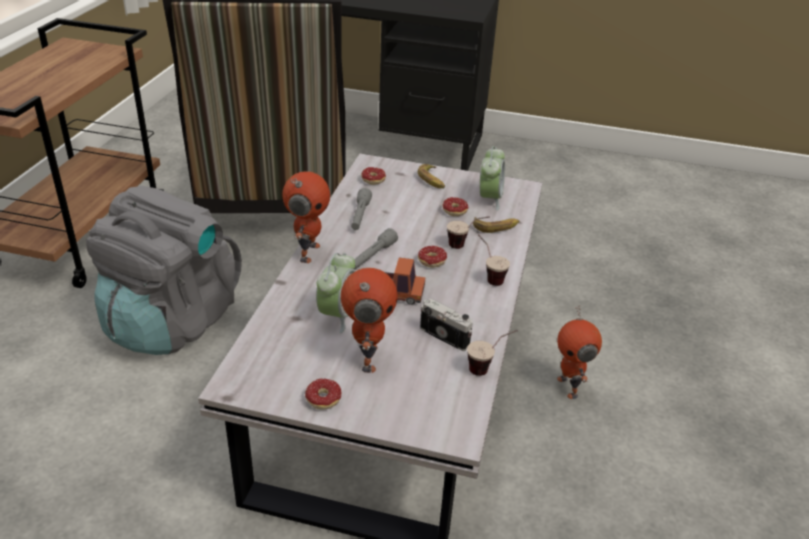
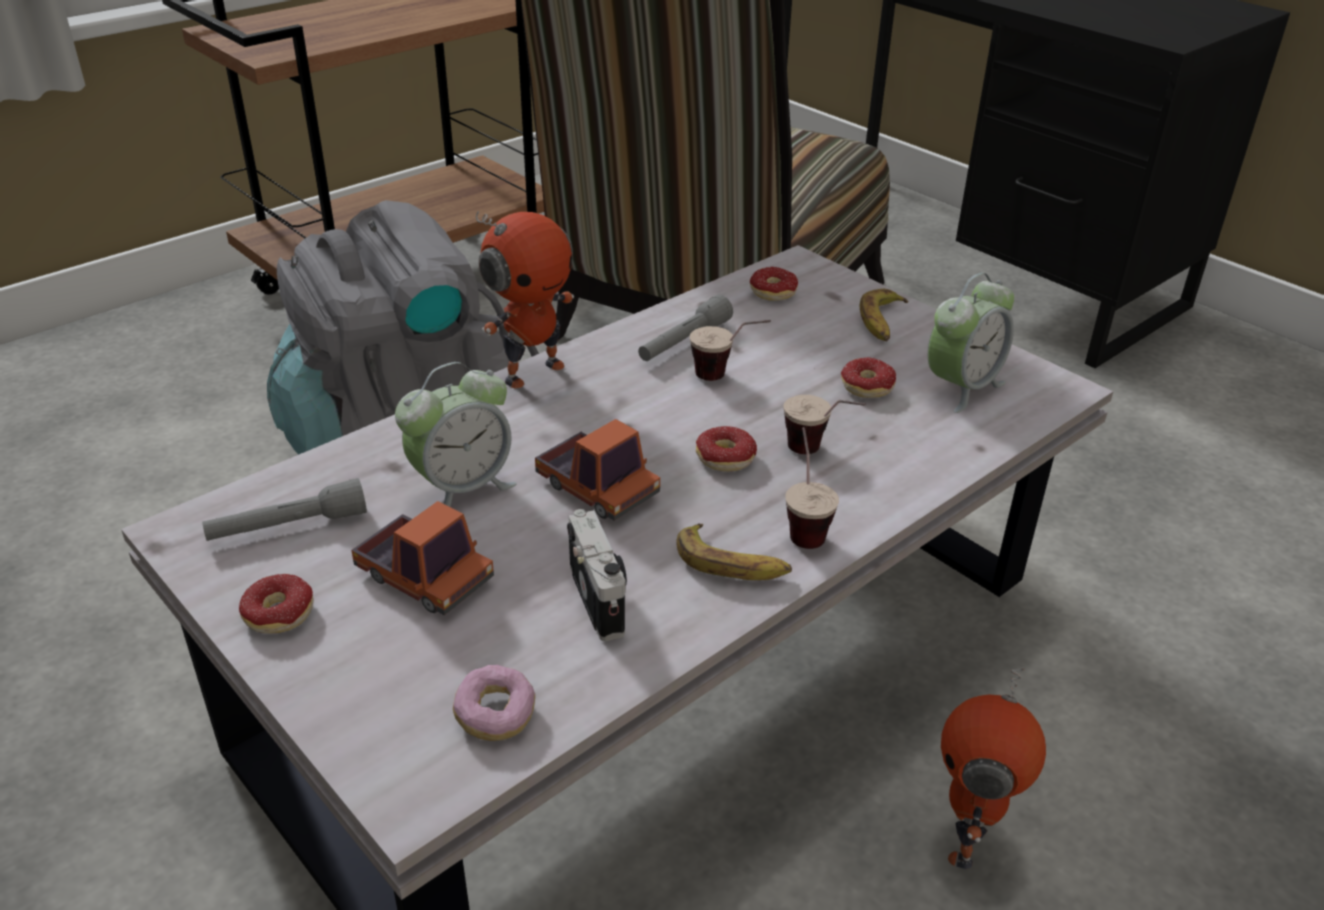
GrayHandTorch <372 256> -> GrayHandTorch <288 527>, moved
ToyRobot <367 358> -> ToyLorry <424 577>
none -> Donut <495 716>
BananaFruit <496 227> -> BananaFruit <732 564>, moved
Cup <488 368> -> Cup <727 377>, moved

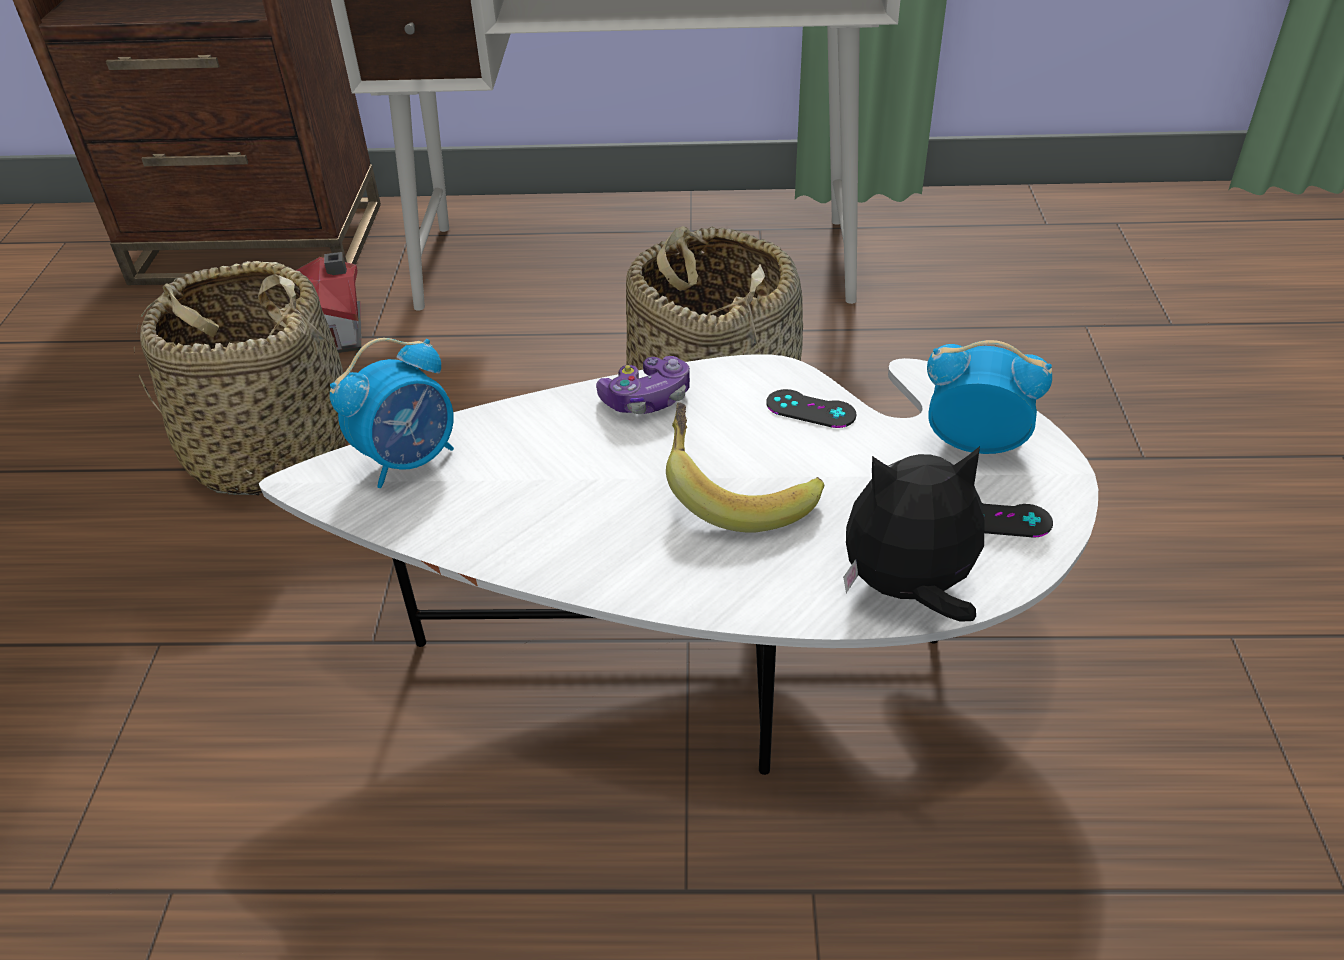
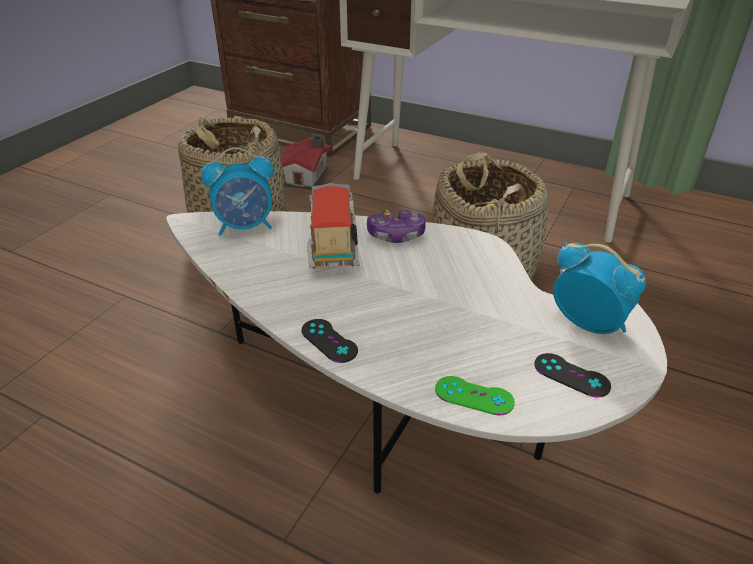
BlackColouredGameController <810 409> -> BlackColouredGameController <329 341>, moved
none -> ToyLorry <334 248>
CuddlyToy <909 590> -> GreenishGameController <474 396>
BananaFruit <737 492> -> none

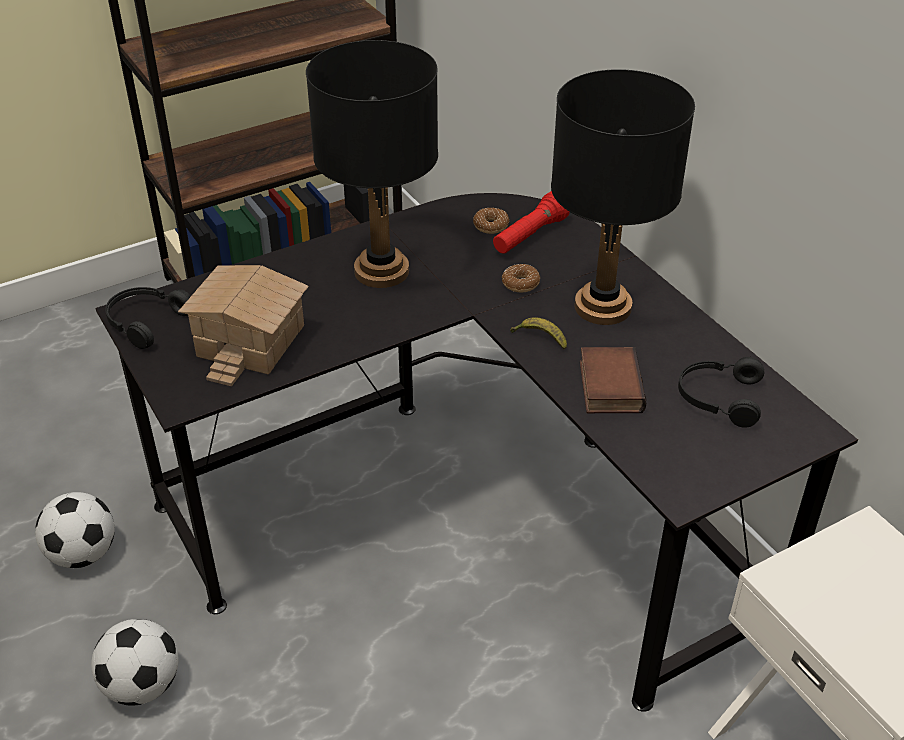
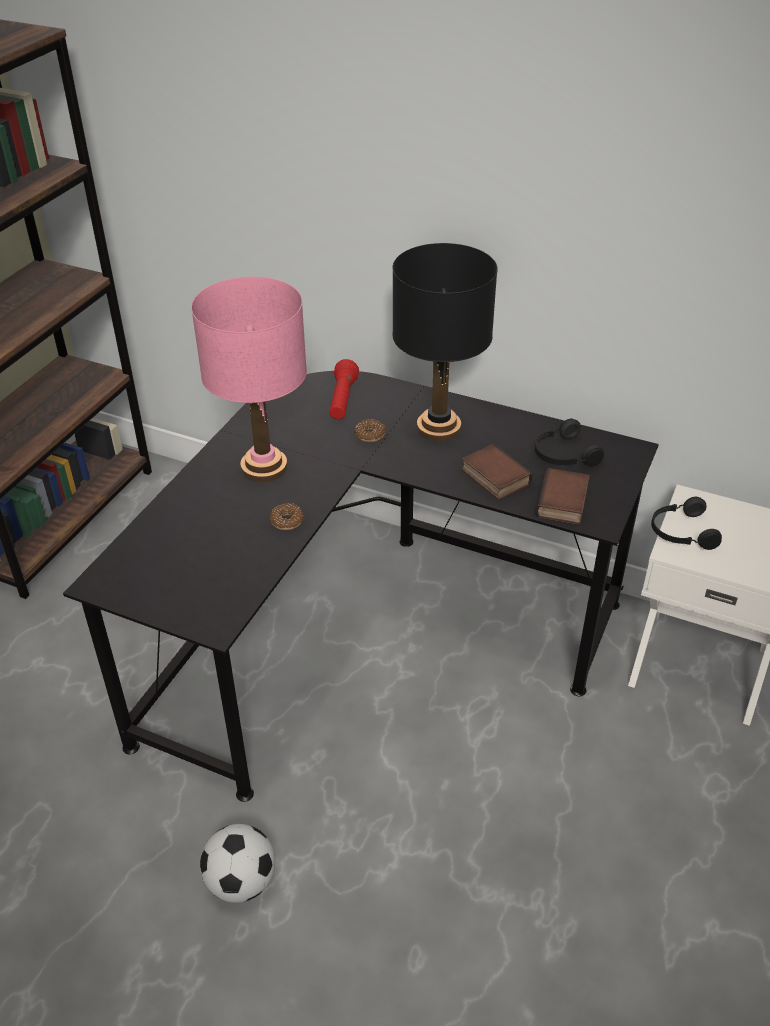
BlackColouredTableLamp <381 271> -> PinkColouredTableLamp <264 467>
Donut <491 226> -> Donut <287 521>, moved
none -> Book <564 502>
BlackColouredHeadphones <145 322> -> BlackColouredHeadphones <681 532>, moved
BallForFootball <83 554> -> none
MiniatureHouse <253 341> -> none
BananaFruit <540 338> -> none

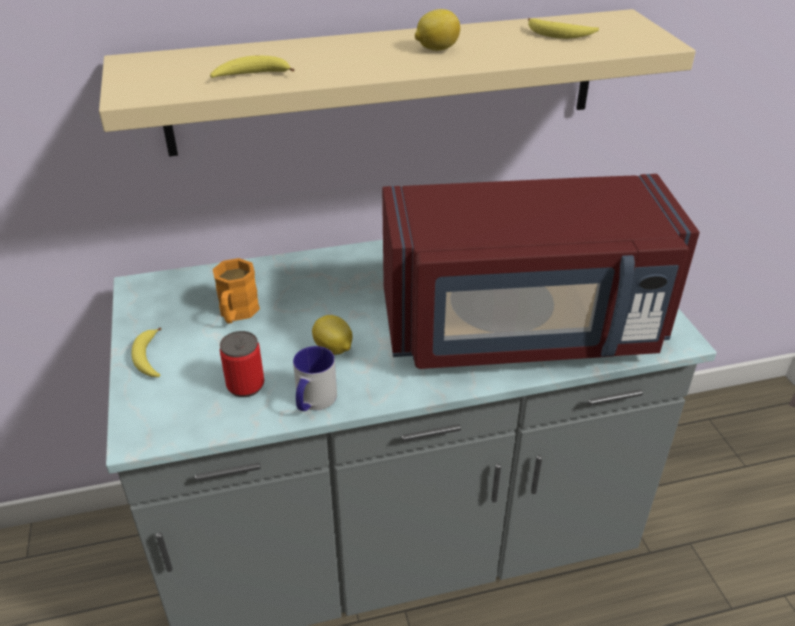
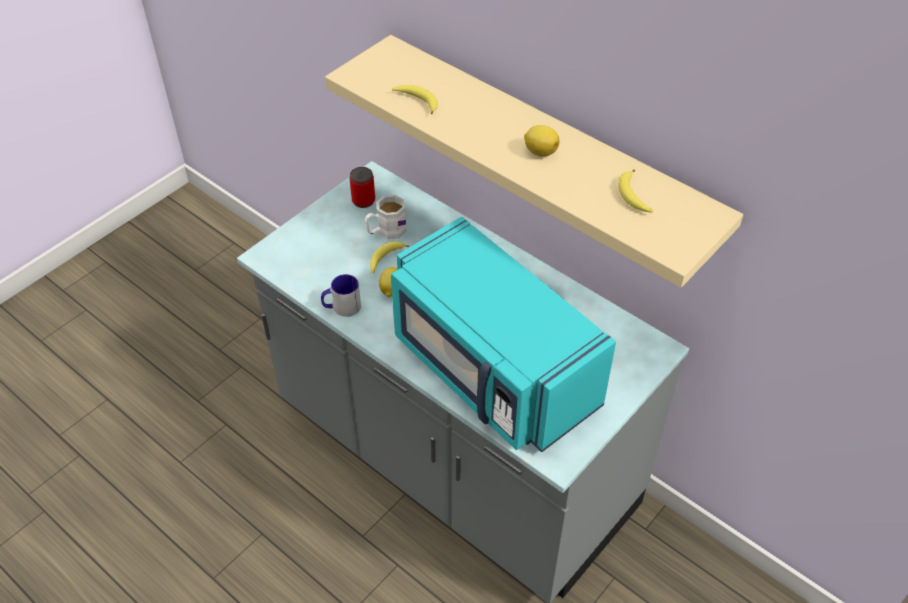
SealedCan <245 385> -> SealedCan <363 200>, moved
OrangeColouredMug <237 313> -> WhitishMug <386 231>
BananaFruit <149 359> -> BananaFruit <385 259>, moved
RedColouredMicrowaveOven <523 329> -> BlueGreenMicrowaveOven <491 371>

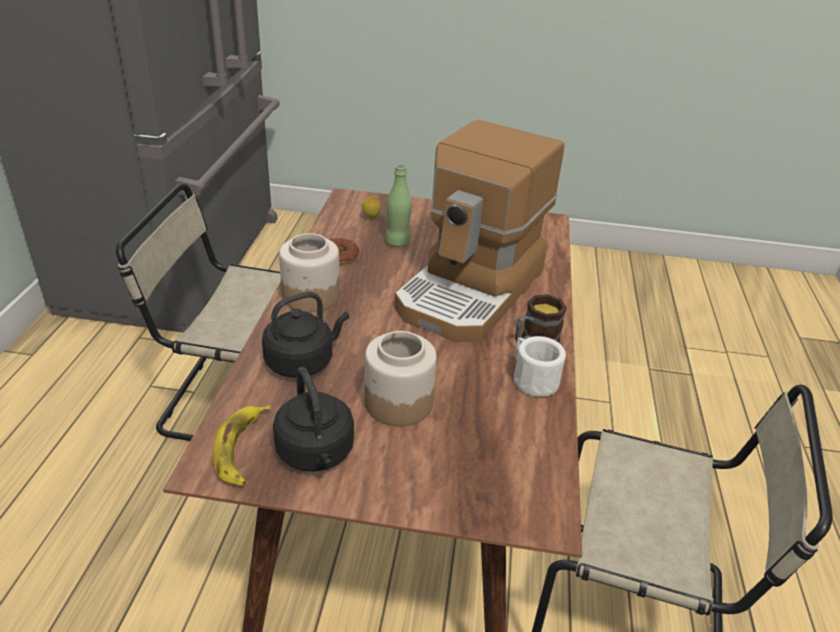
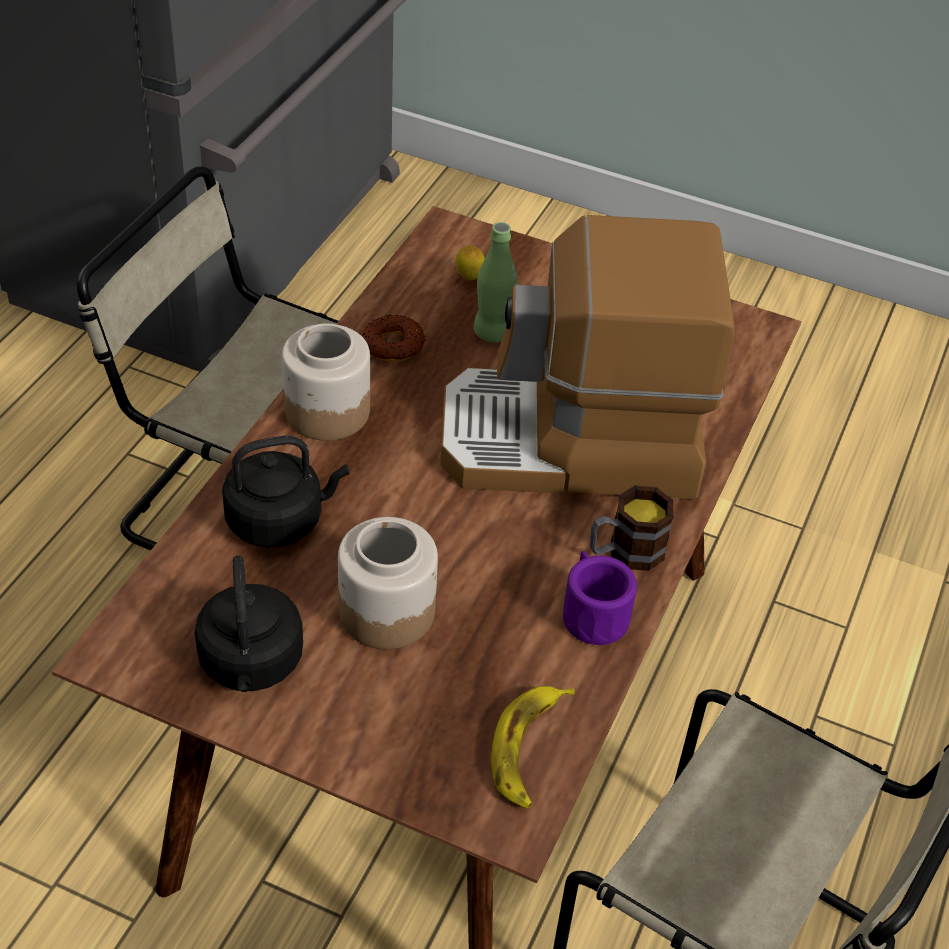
CoffeeBrewer <472 291> -> CoffeeBrewer <572 444>, 45 degrees clockwise
BananaFruit <242 449> -> BananaFruit <529 749>, moved
WhitishMug <532 379> -> PurpleMug <592 613>

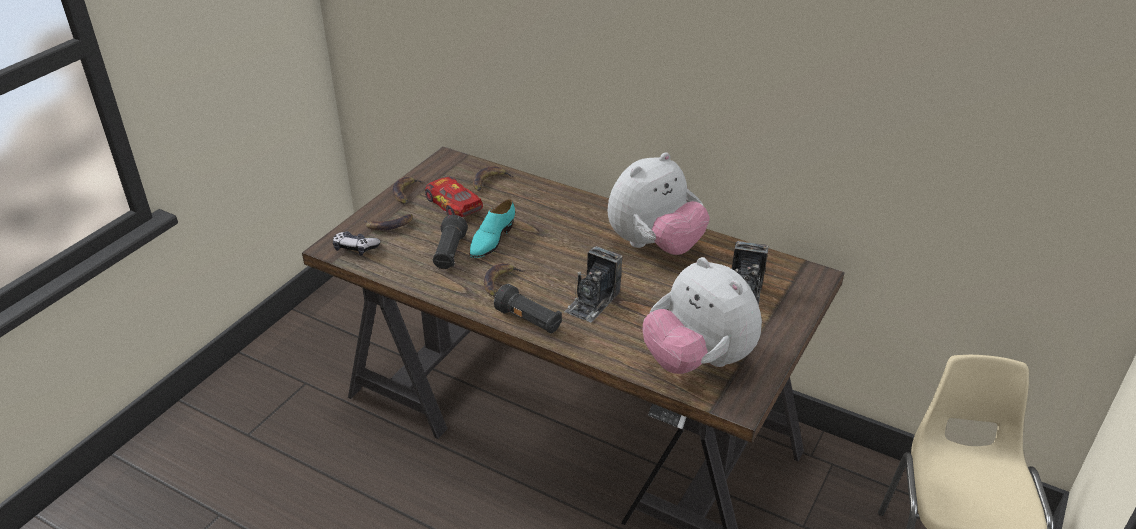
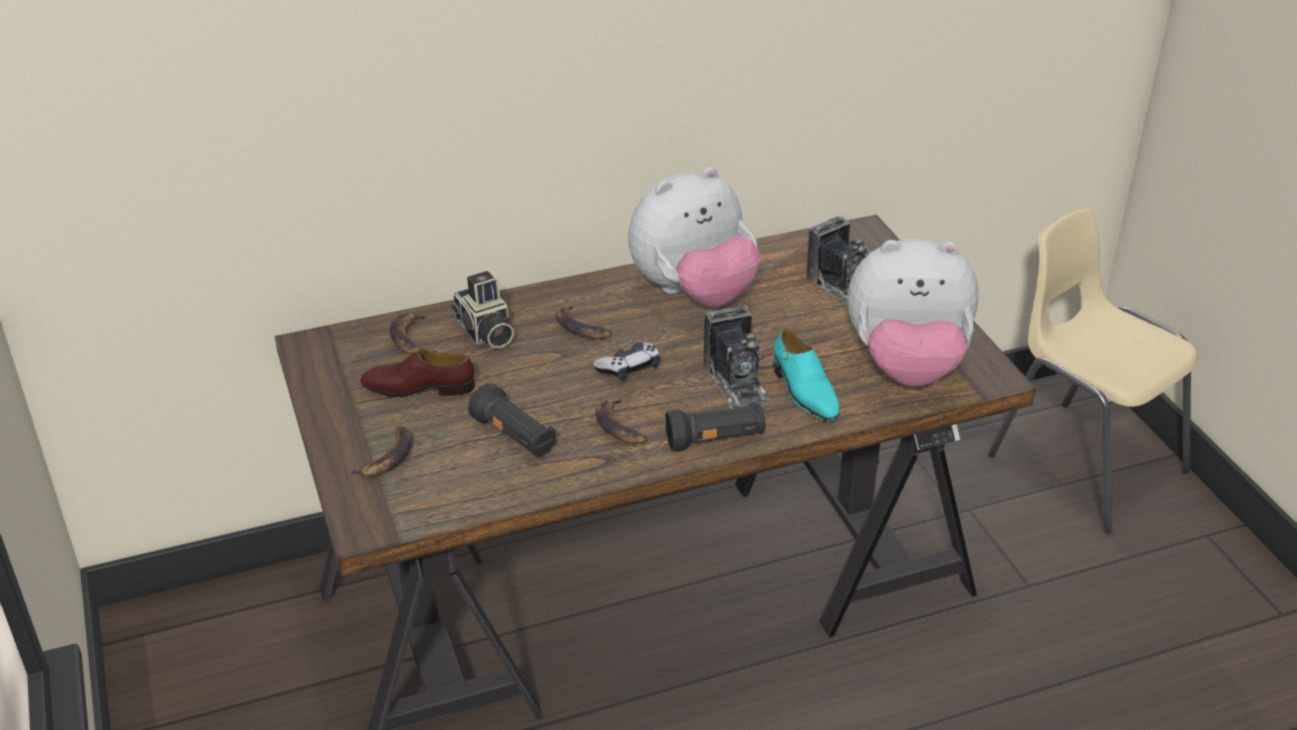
ModelCar <453 205> -> BrownishLowShoe <418 387>
none -> StillCamera <485 333>
BananaFruit <406 193> -> BananaFruit <581 327>, moved
GameController <355 248> -> GameController <629 368>, moved
CuddlyToy <654 245> -> CuddlyToy <694 293>, 60 degrees clockwise
BlueGreenLowShoe <491 240> -> BlueGreenLowShoe <804 392>, moved

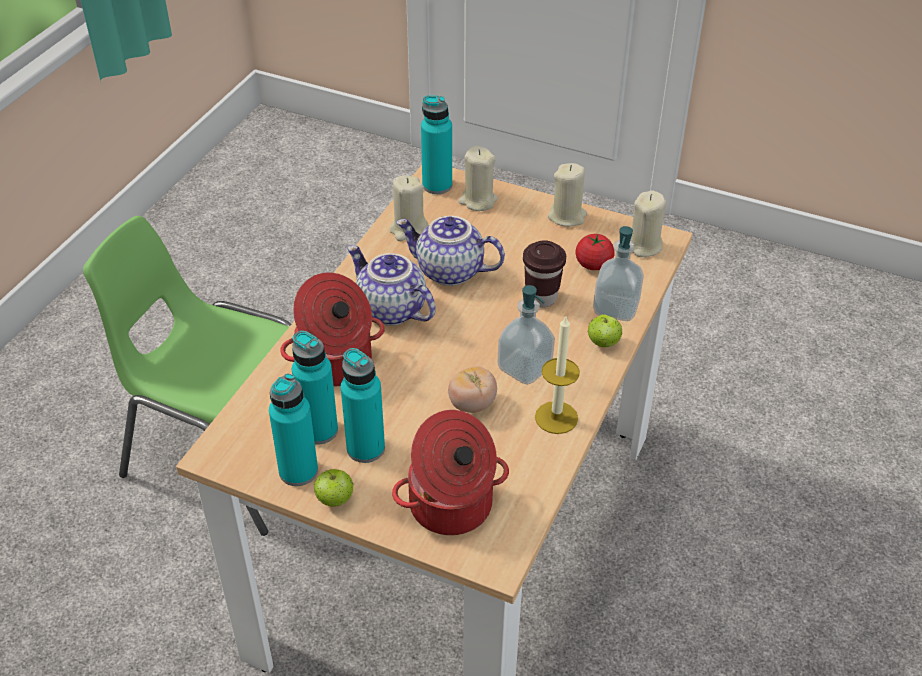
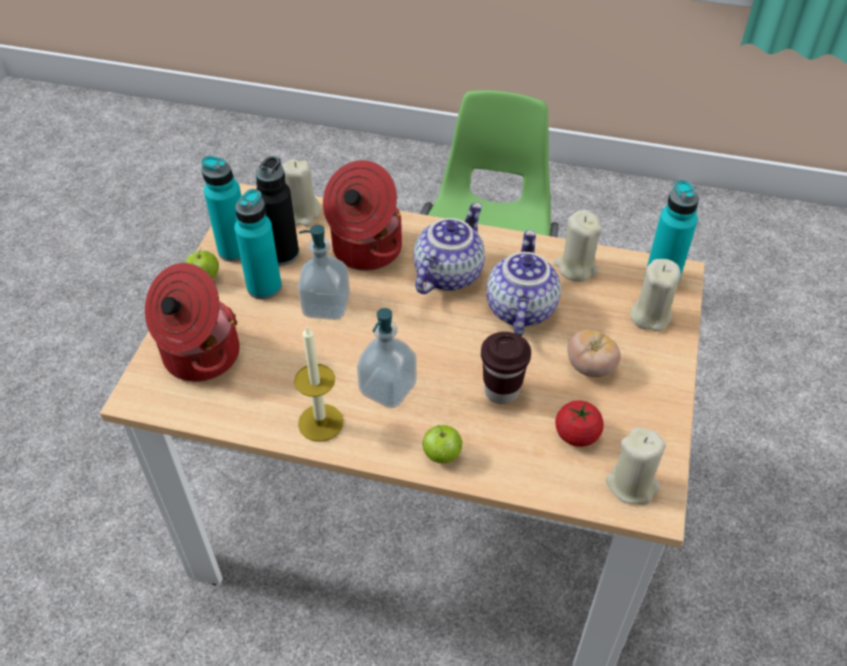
BlueGreenBeverageBottle <319 430> -> BlackColouredBeverageBottle <282 254>
BeigeWaxCandle <567 216> -> BeigeWaxCandle <302 213>, moved
SoapDispenser <615 308> -> SoapDispenser <326 306>, moved
Tomato <472 404> -> Tomato <590 367>, moved

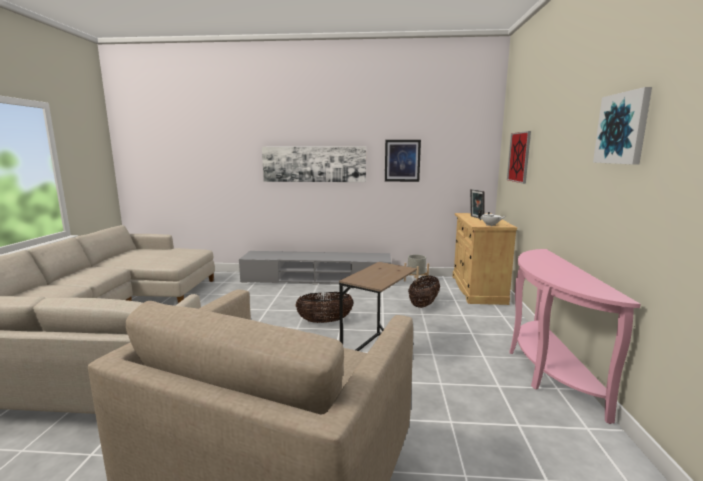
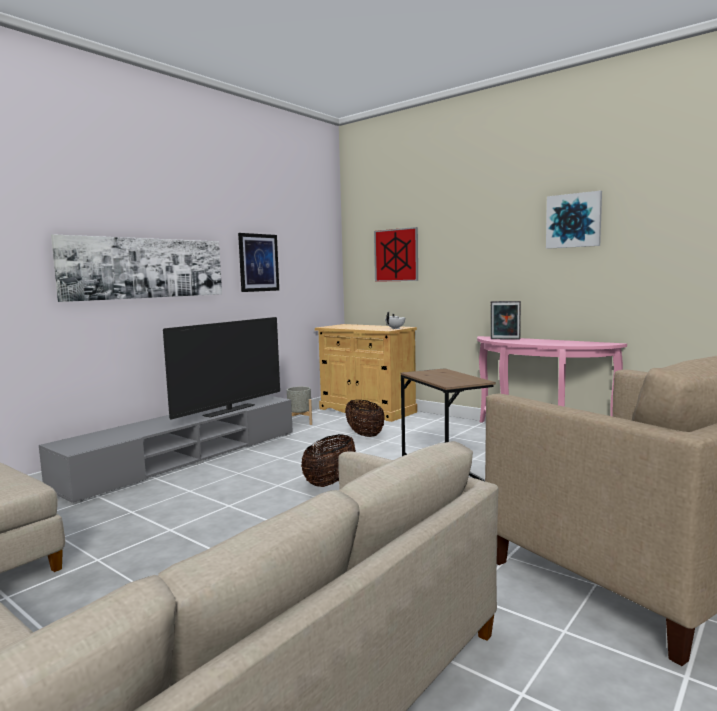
none -> TvSet <229 410>
PhotoFrame <476 217> -> PhotoFrame <505 339>, moved

